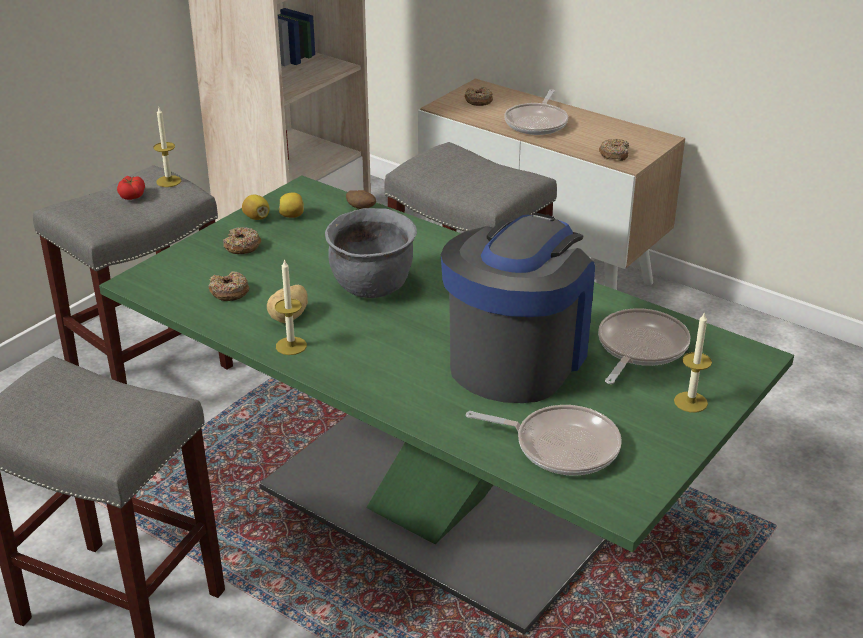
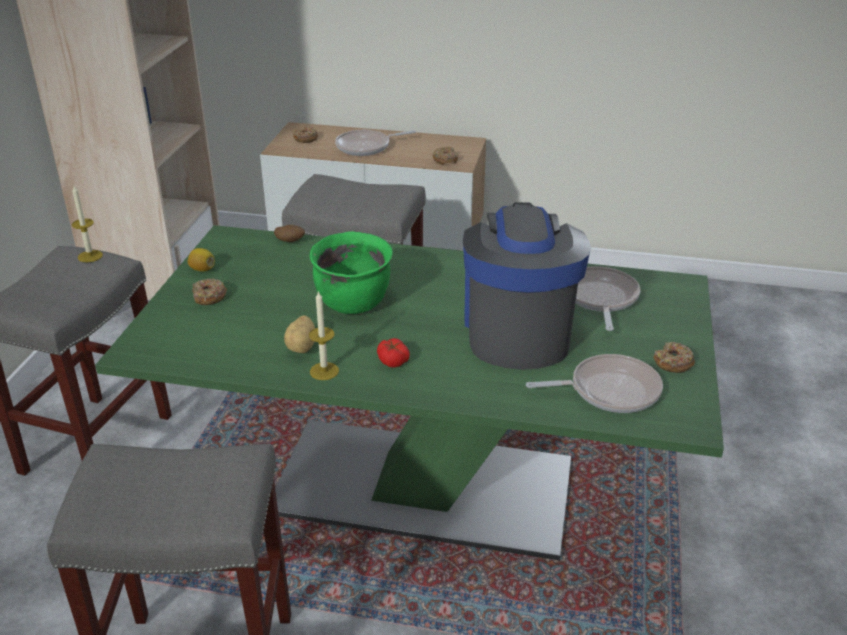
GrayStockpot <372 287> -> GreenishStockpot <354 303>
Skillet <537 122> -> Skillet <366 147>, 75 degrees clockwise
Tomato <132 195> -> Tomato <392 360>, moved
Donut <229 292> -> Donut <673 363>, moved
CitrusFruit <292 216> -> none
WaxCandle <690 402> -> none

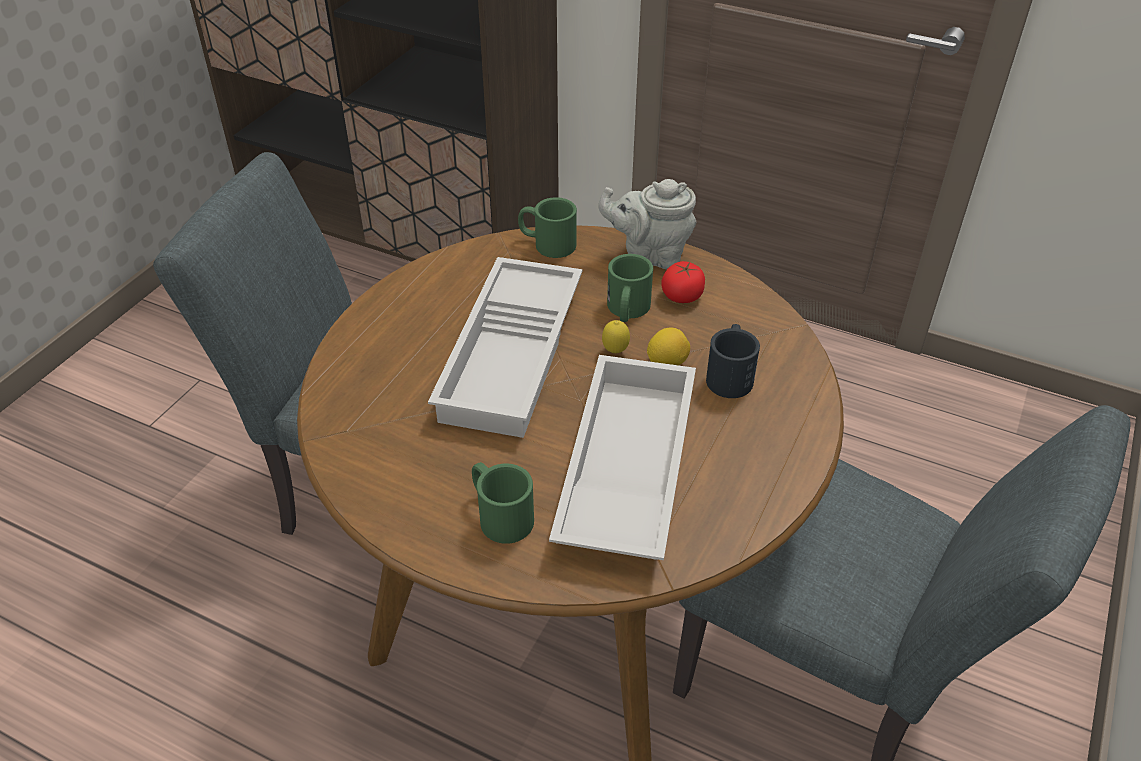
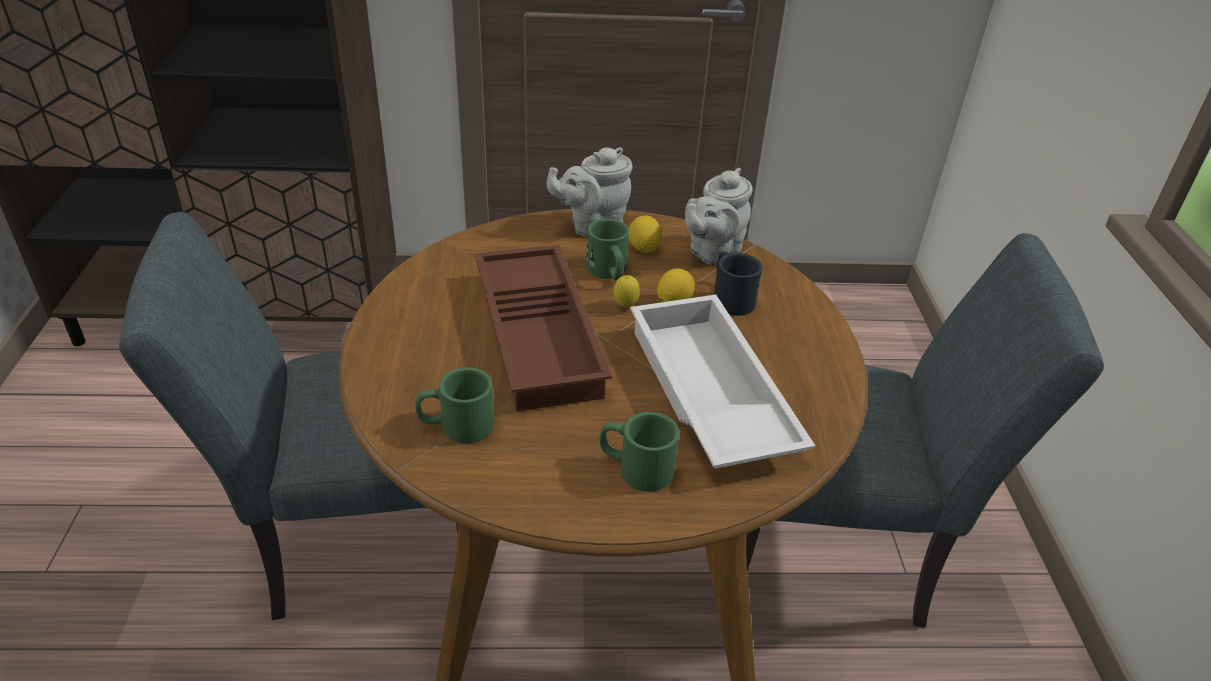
GreenishMug <547 243> -> GreenishMug <456 426>, moved
WhitishCarryingTray <514 356> -> BrownishCarryingTray <541 335>
Tomato <682 295> -> CitrusFruit <643 248>
none -> GrayTeapot <712 252>

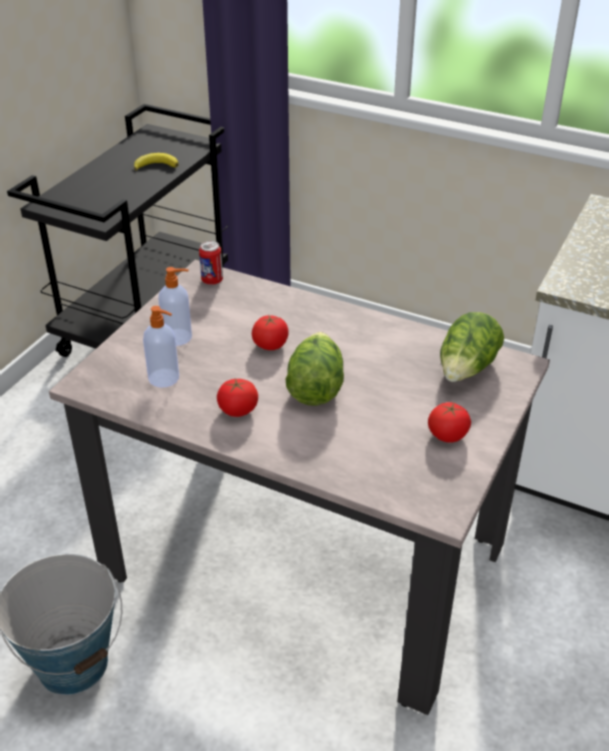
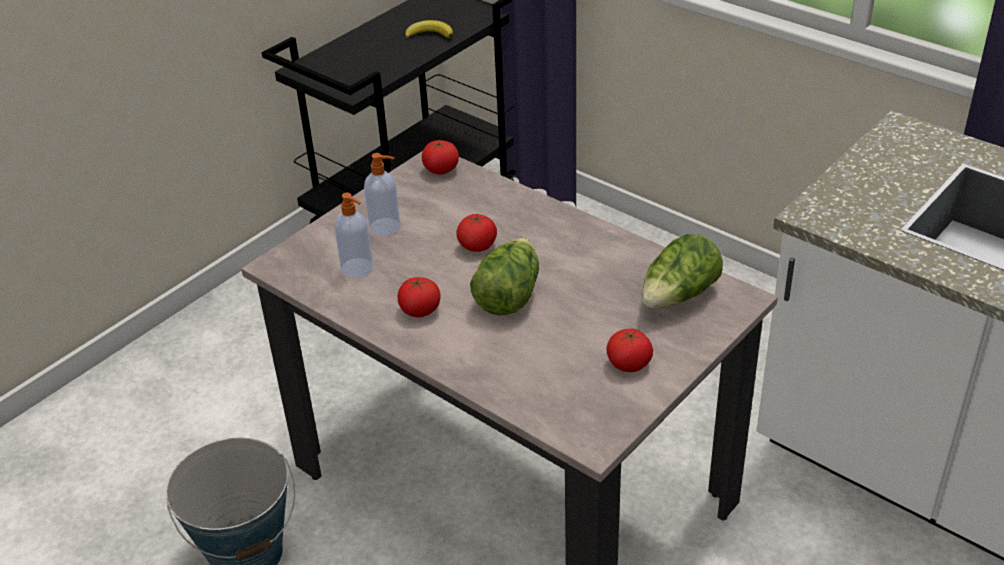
SealedCan <212 280> -> Tomato <441 170>

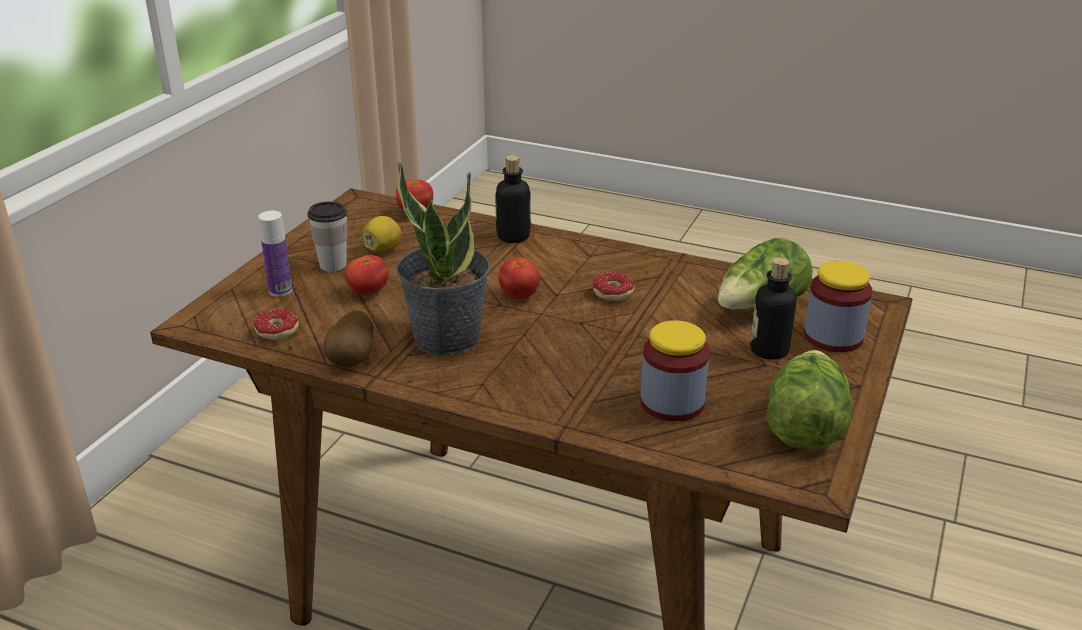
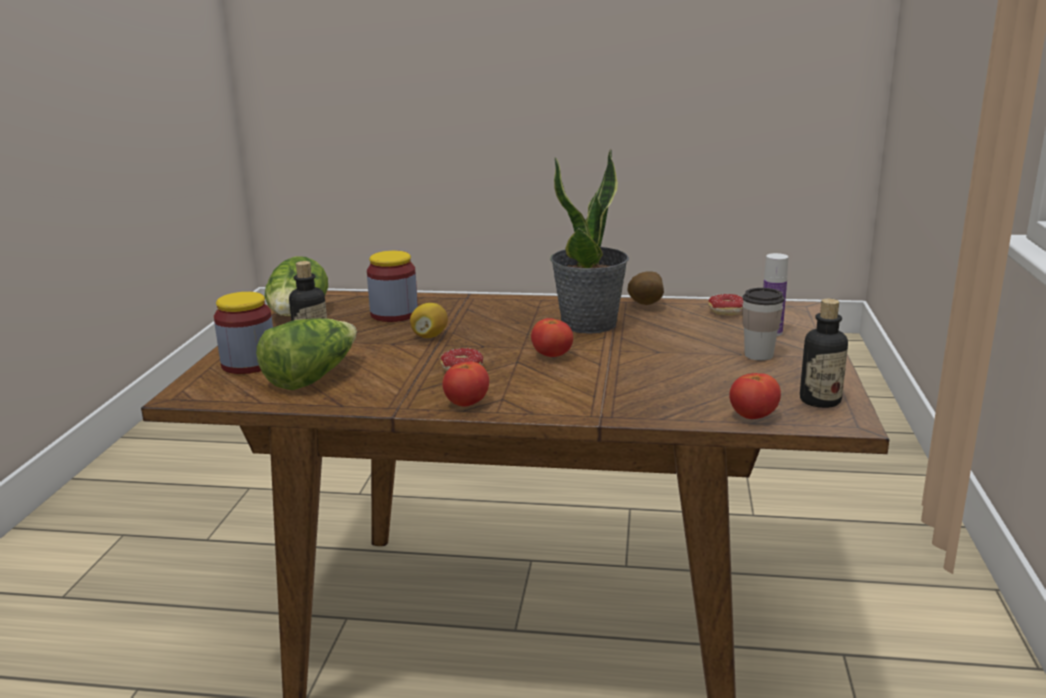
CitrusFruit <383 250> -> CitrusFruit <429 336>, moved
Tomato <368 292> -> Tomato <466 403>, moved
BeverageBottle <513 236> -> BeverageBottle <820 400>, moved

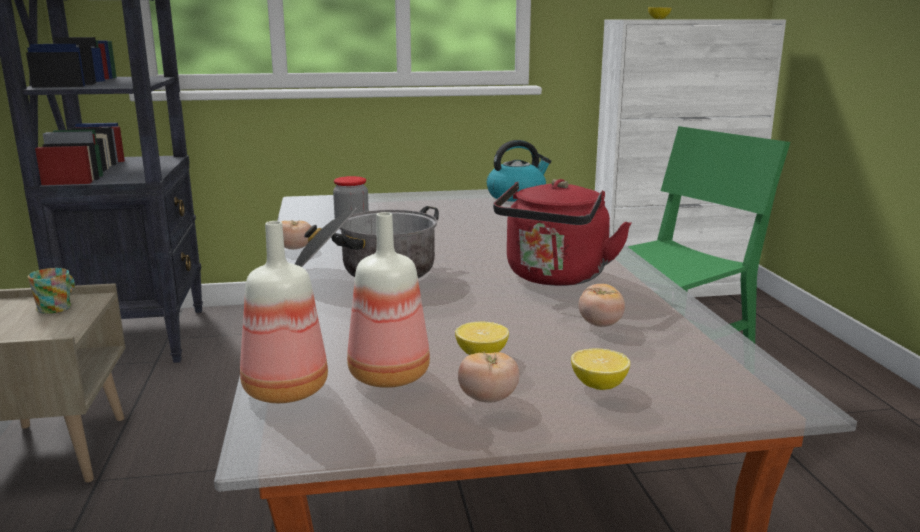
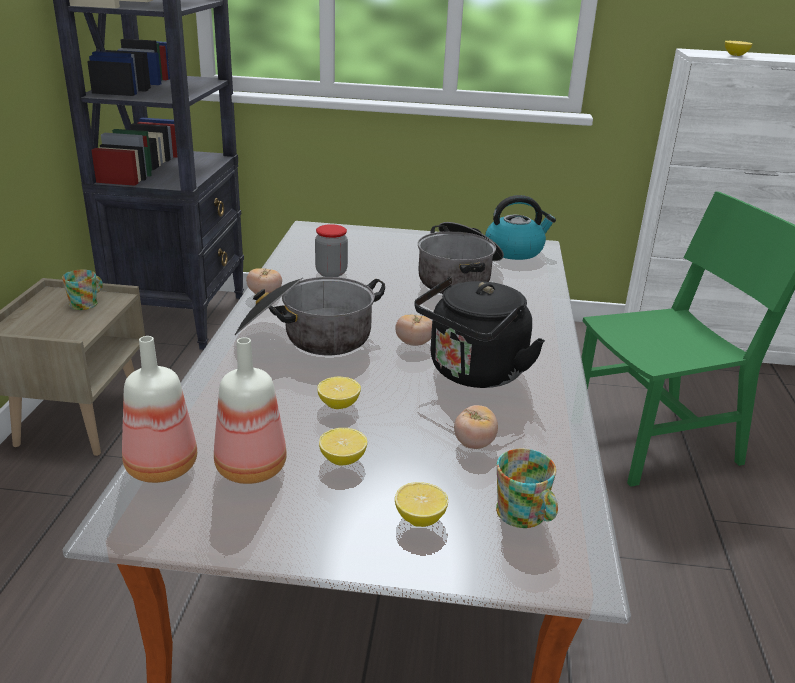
none -> CitrusFruit <339 405>
Tomato <488 399> -> Tomato <414 343>, moved
RedColouredKettle <554 278> -> BlackColouredKettle <473 374>
none -> Stockpot <459 277>
none -> Mug <524 516>

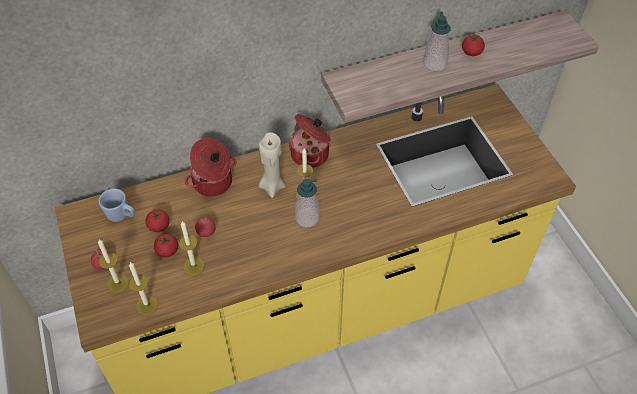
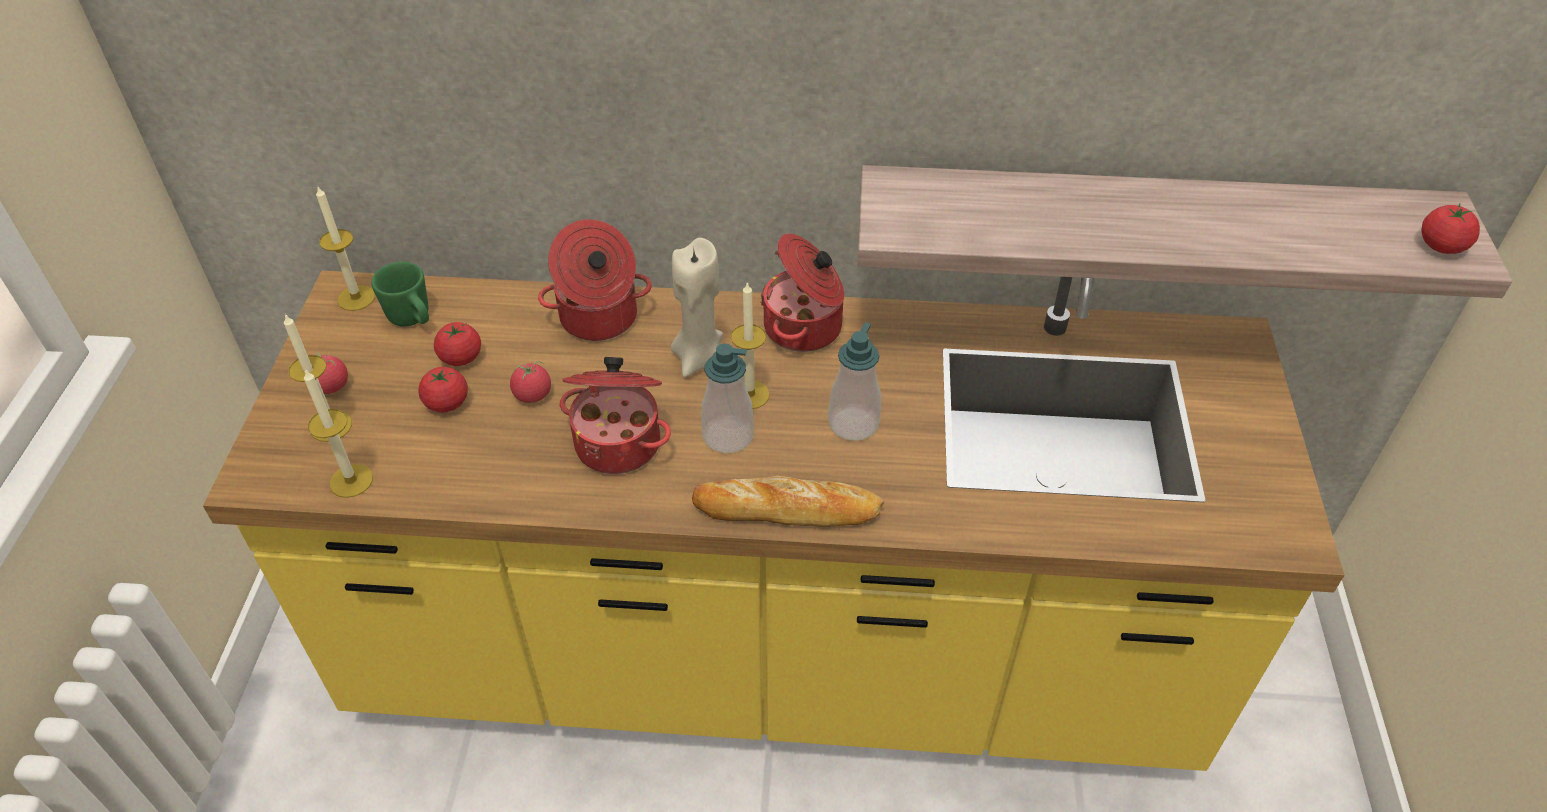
WaxCandle <193 266> -> WaxCandle <356 298>, moved
BlueMug <121 216> -> GreenishMug <413 320>
none -> Stockpot <619 442>
none -> BakeryBread <788 509>
SoapDispenser <434 64> -> SoapDispenser <853 423>, moved
Tomato <471 52> -> Tomato <1441 246>, moved

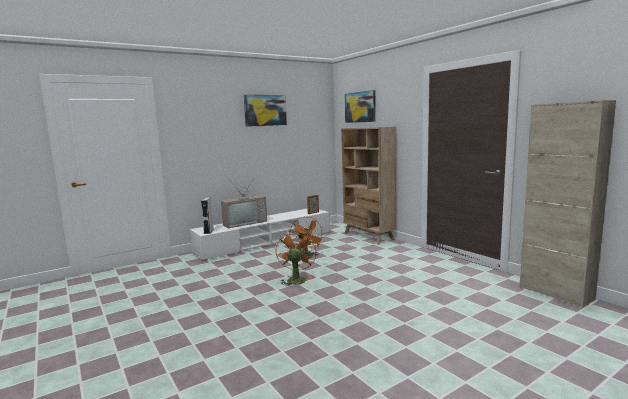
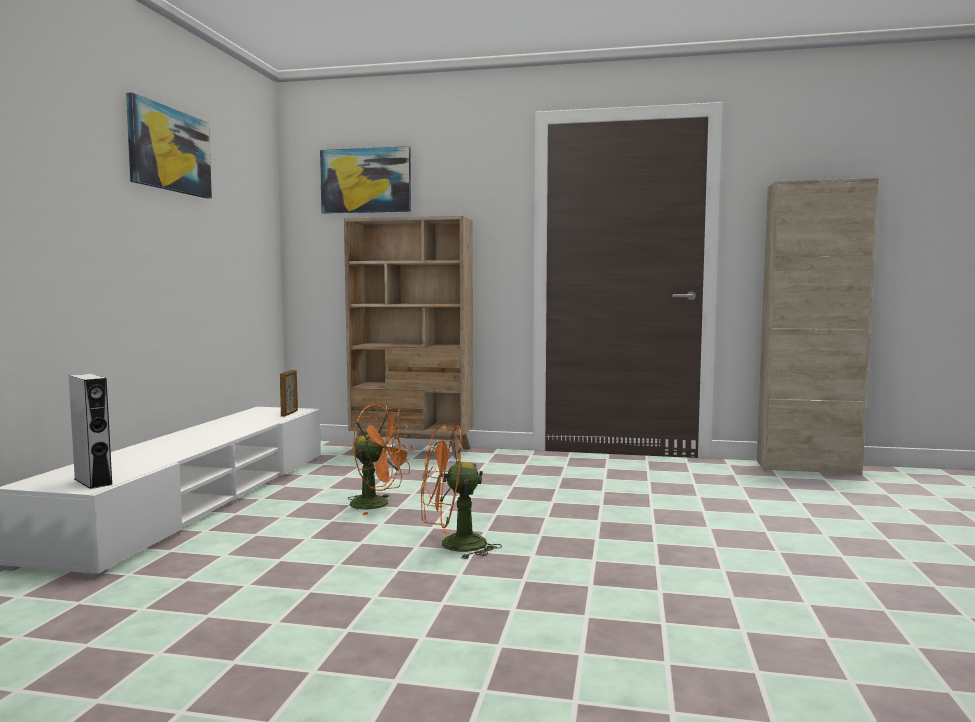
OrangeColouredFan <296 279> -> OrangeColouredFan <453 546>, 60 degrees counterclockwise
TvSet <244 222> -> none

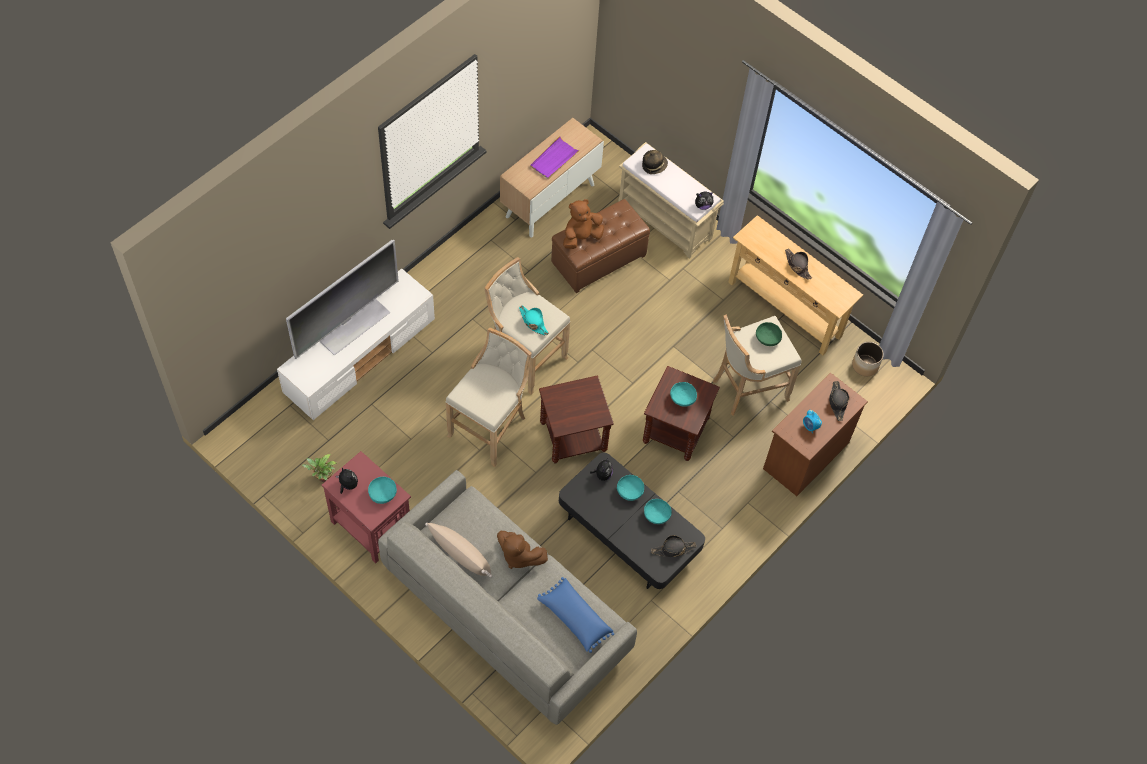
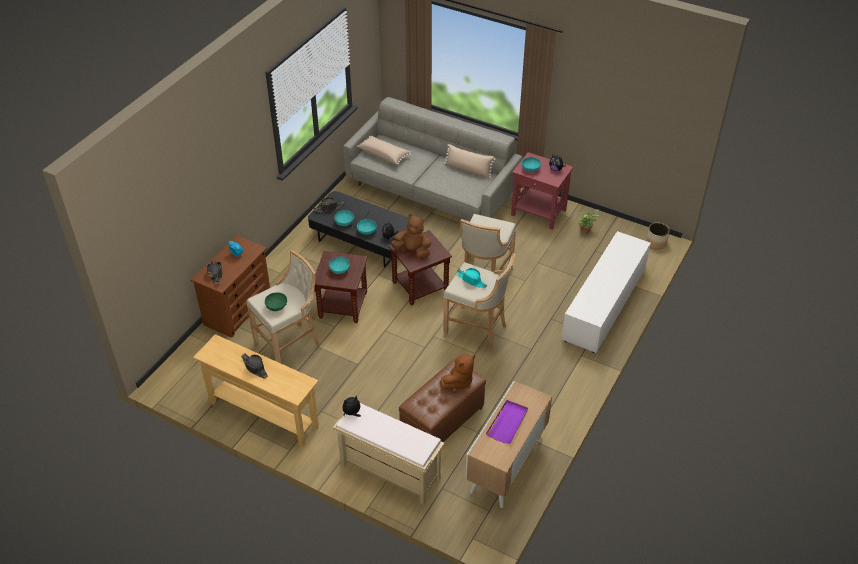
BlueCushion <574 618> -> BeigeCushion <384 155>
BrownishCuddlyToy <518 556> -> BrownishCuddlyToy <413 251>, moved
PlantPot <865 365> -> PlantPot <656 243>, moved
TvSet <353 326> -> none
WearableHat <654 165> -> none

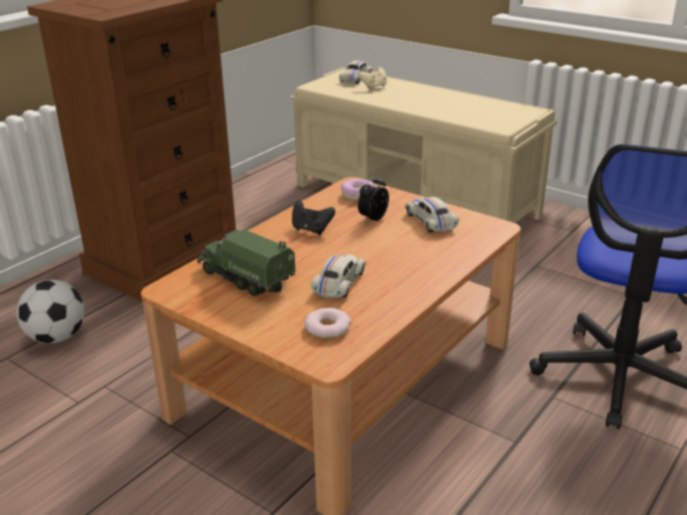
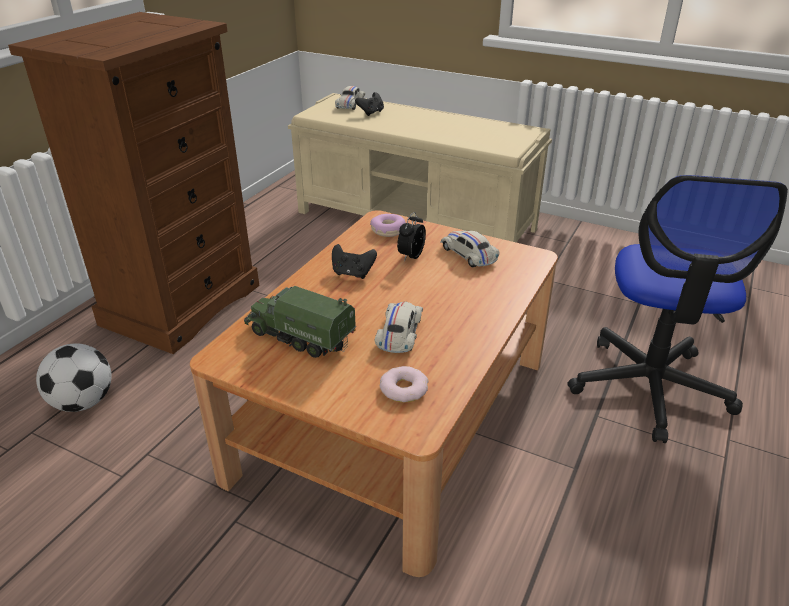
BeigeGameController <374 87> -> BlackColouredGameController <371 113>

